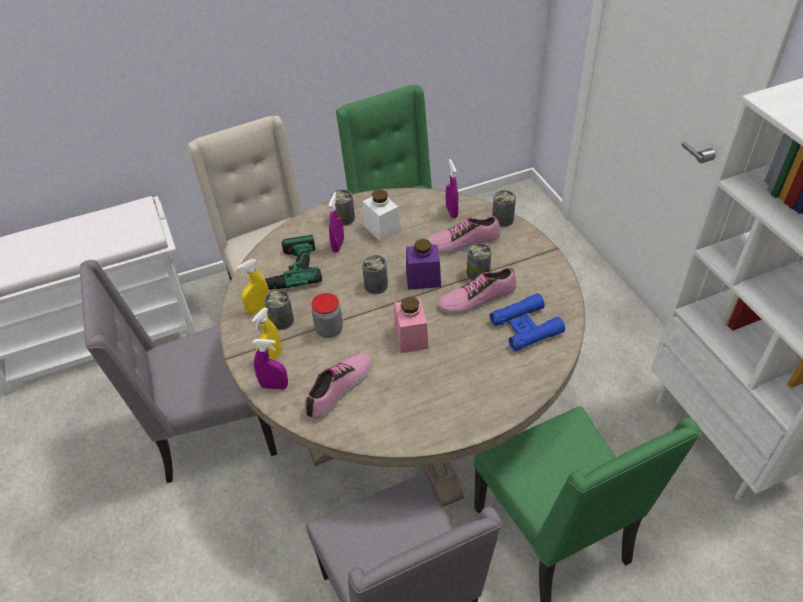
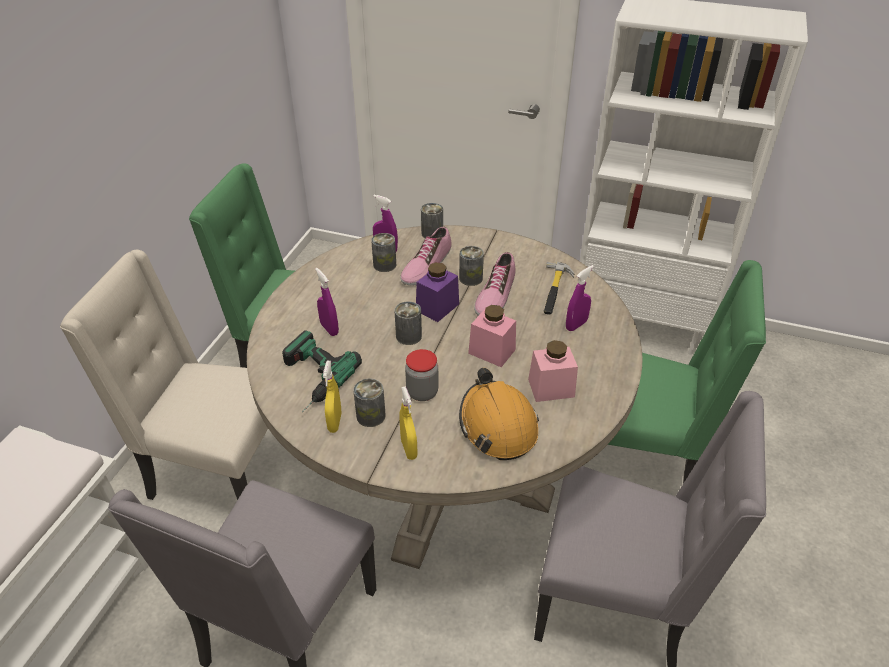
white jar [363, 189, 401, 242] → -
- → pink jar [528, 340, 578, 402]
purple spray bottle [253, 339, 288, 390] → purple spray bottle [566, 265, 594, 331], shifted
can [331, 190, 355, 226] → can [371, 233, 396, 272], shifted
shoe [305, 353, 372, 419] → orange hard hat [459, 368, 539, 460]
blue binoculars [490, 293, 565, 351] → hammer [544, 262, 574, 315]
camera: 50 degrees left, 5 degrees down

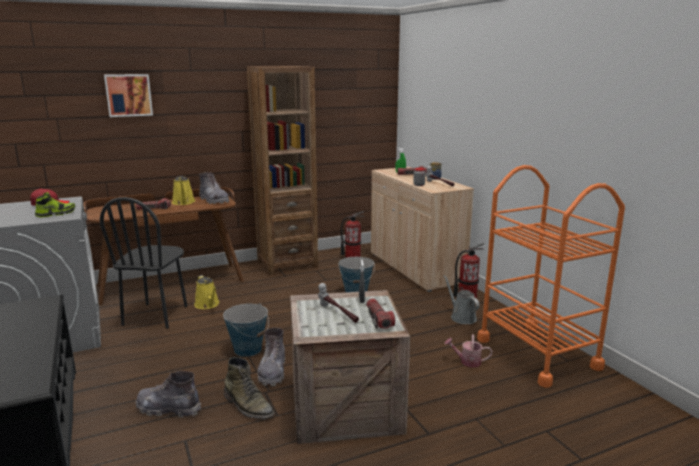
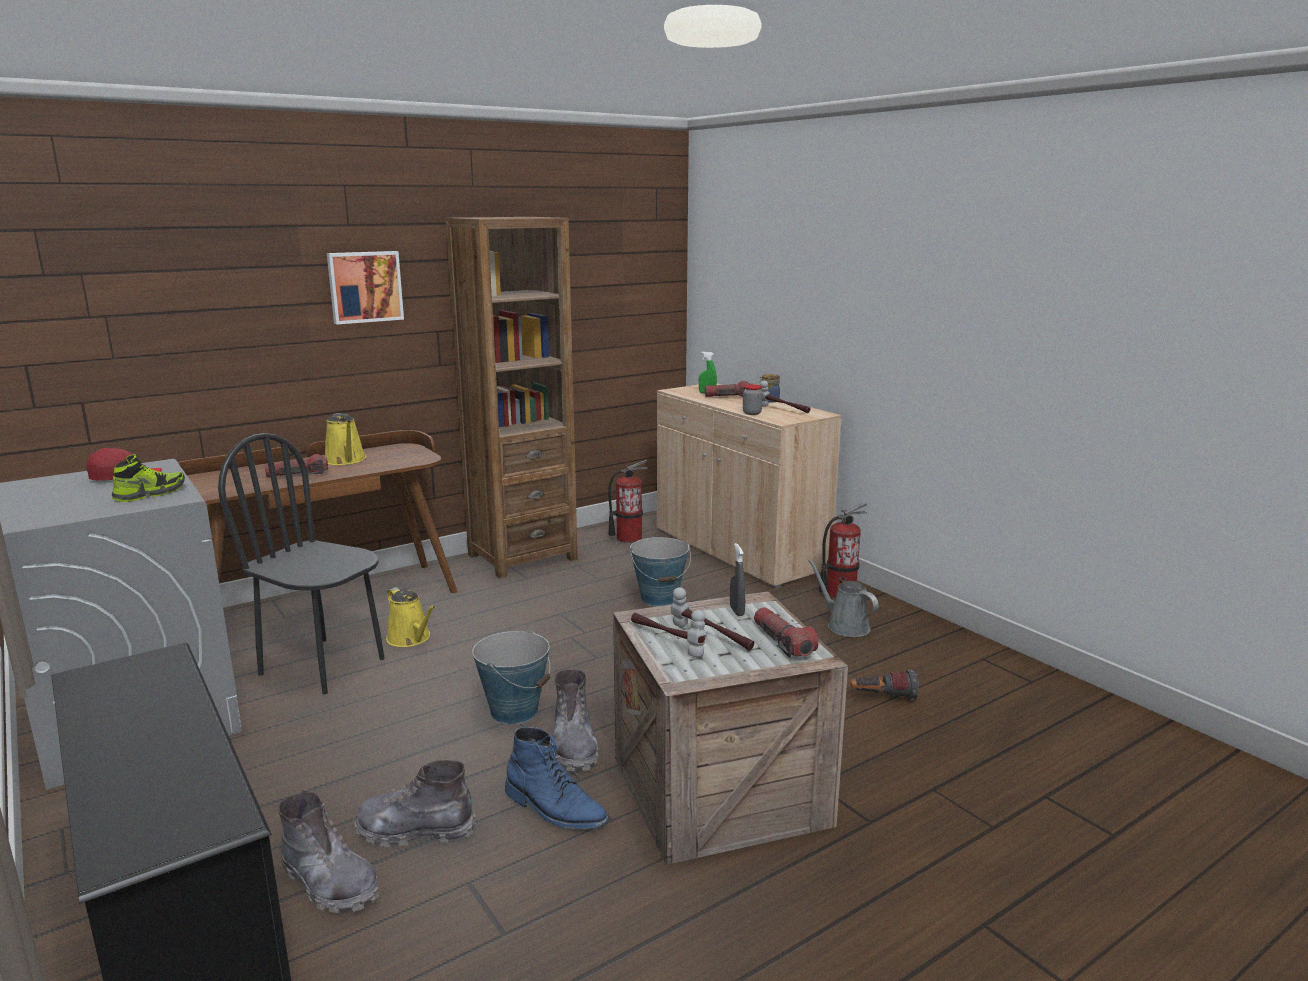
orange cart [477, 165, 625, 388] → -
- → hammer [631, 610, 707, 657]
picture [104, 74, 153, 117] → picture [327, 251, 404, 325], shifted
grey boot [199, 172, 229, 204] → grey boot [278, 791, 379, 913], shifted
watering can [444, 334, 492, 367] → flashlight [850, 669, 919, 700]
green boot [224, 357, 274, 419] → blue boot [505, 727, 608, 829]
black chair [100, 197, 187, 329] → black chair [218, 433, 385, 695], 120 degrees clockwise
camera: 10 degrees left, 0 degrees up

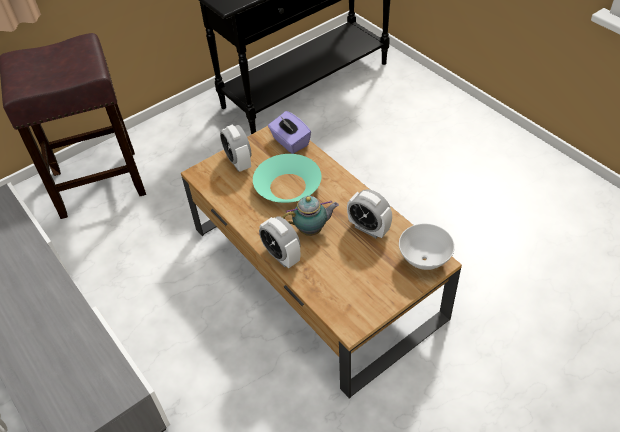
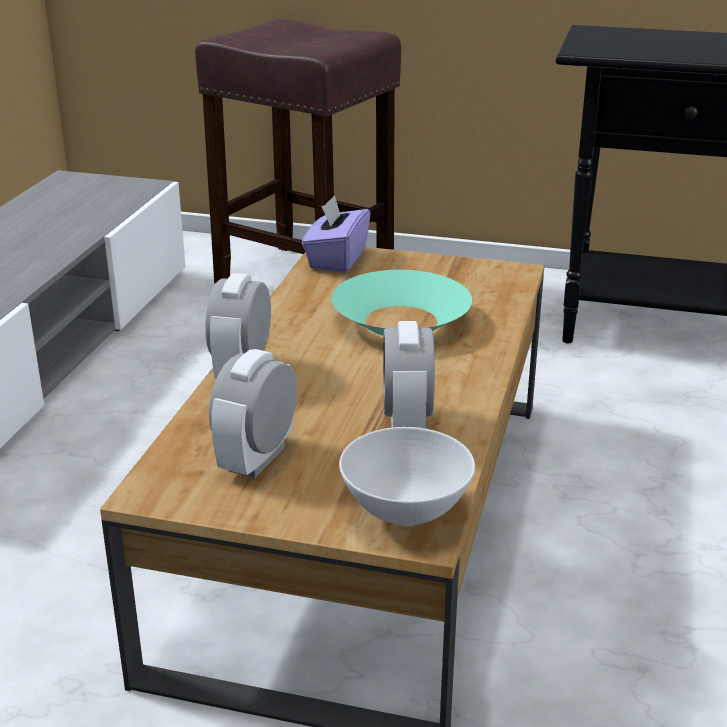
teapot [282, 196, 339, 236] → -
alarm clock [220, 125, 252, 172] → alarm clock [209, 349, 297, 478], shifted
purple tissue box [268, 111, 311, 154] → purple tissue box [302, 195, 371, 273], shifted
camera: 50 degrees right, 20 degrees down

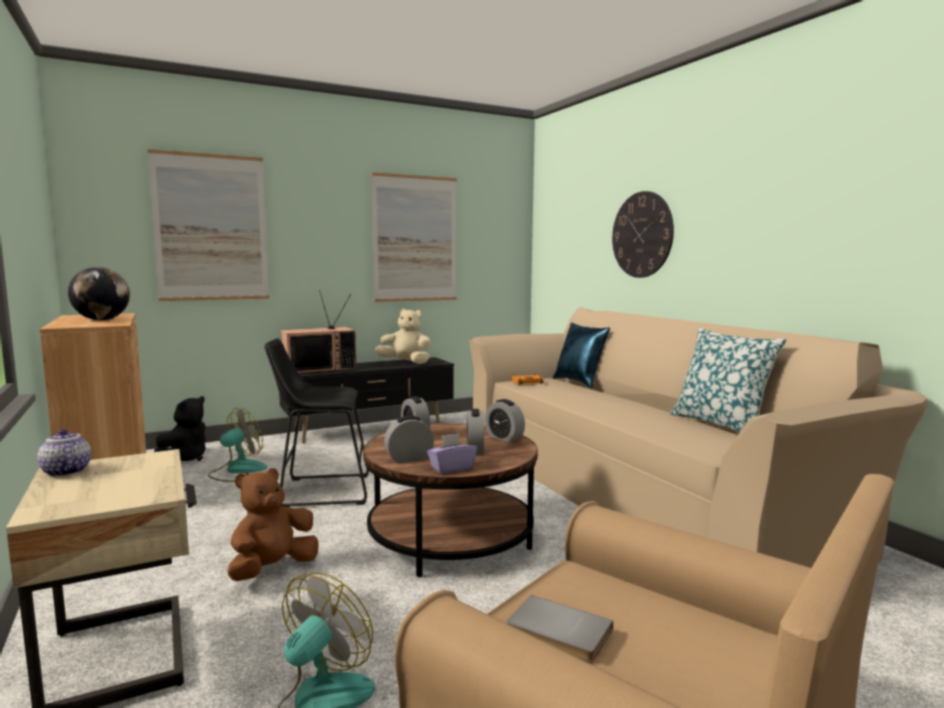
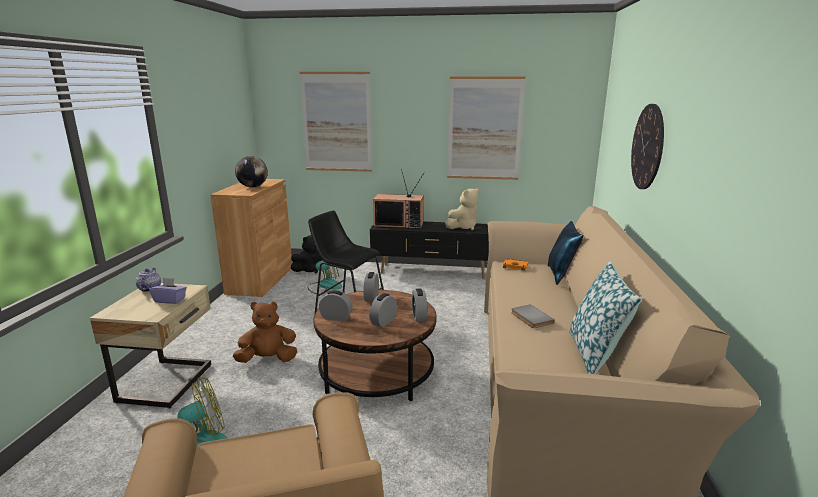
purple tissue box [427, 433, 477, 474] → purple tissue box [149, 278, 187, 304], shifted
grey book [507, 595, 613, 663] → grey book [511, 304, 555, 328], shifted
beige plush toy [375, 308, 431, 364] → beige plush toy [446, 188, 479, 230], 90 degrees clockwise
camera: 35 degrees right, 10 degrees up

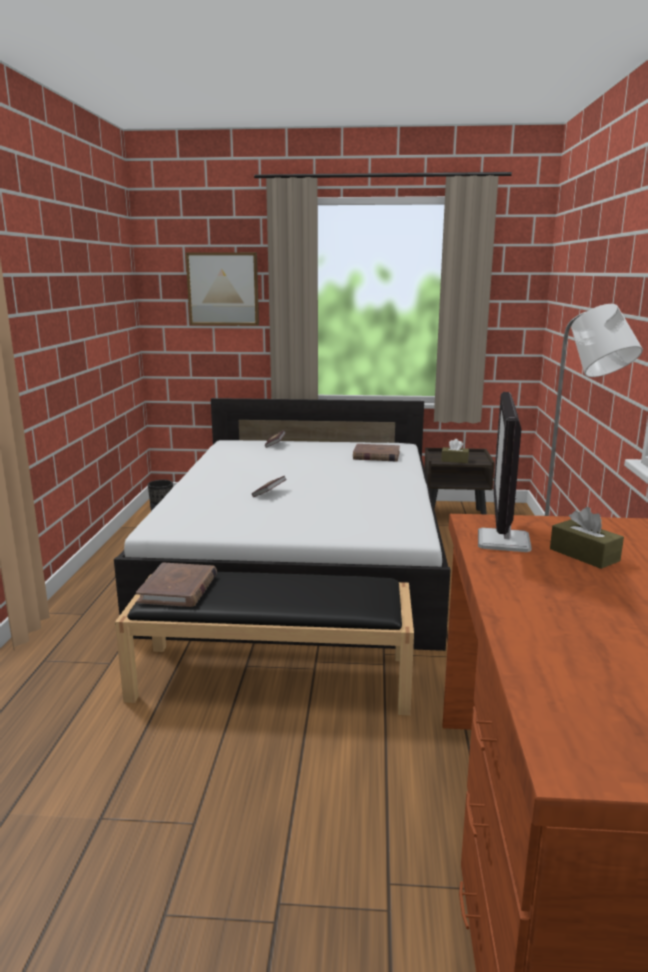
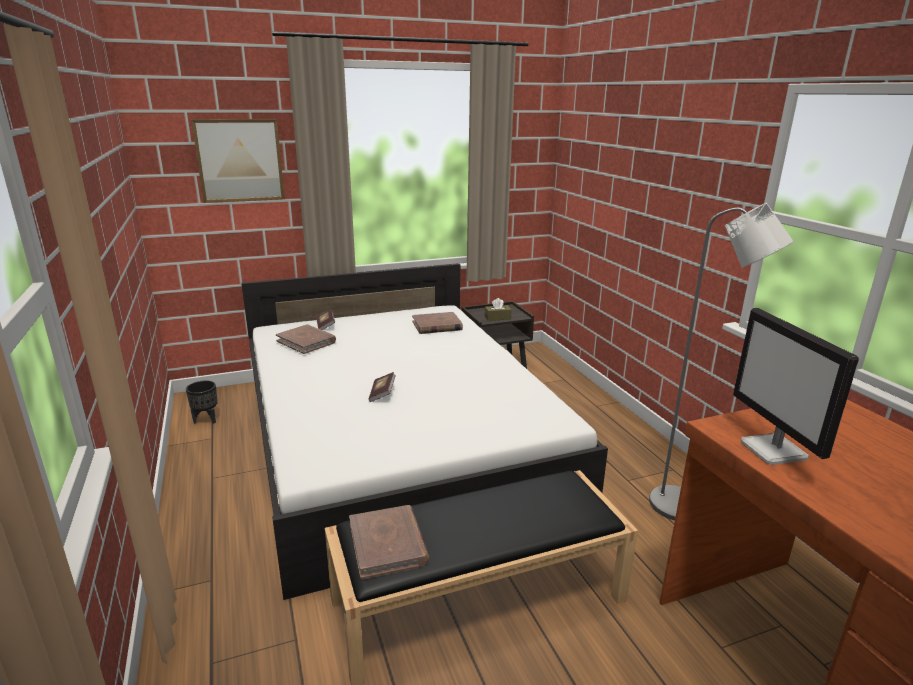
brown tissue box [550, 507, 624, 569] → -
- → brown book [276, 324, 336, 354]
camera: 25 degrees left, 5 degrees up

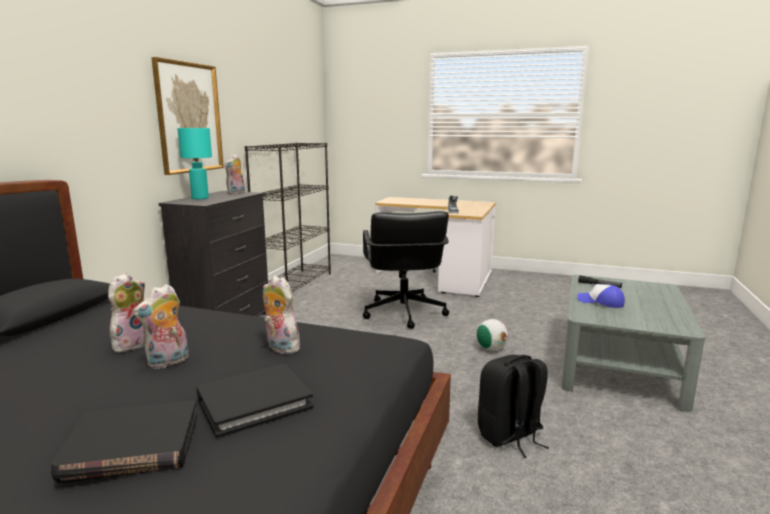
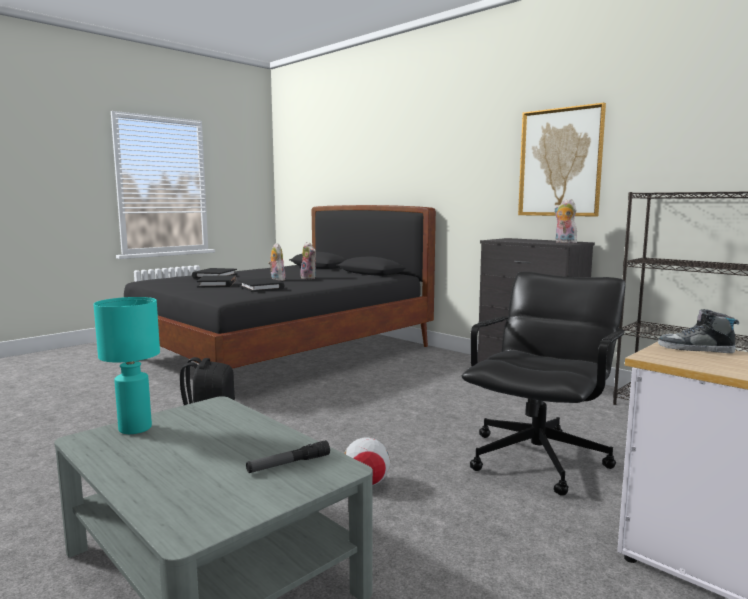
cap [577, 284, 625, 308] → -
turquoise table lamp [177, 128, 212, 199] → turquoise table lamp [94, 297, 160, 434], shifted
plush toy [263, 275, 300, 354] → black book [238, 278, 284, 292]
black office chair [363, 211, 449, 329] → black office chair [462, 272, 626, 496], 105 degrees clockwise
camera: 115 degrees right, 5 degrees down

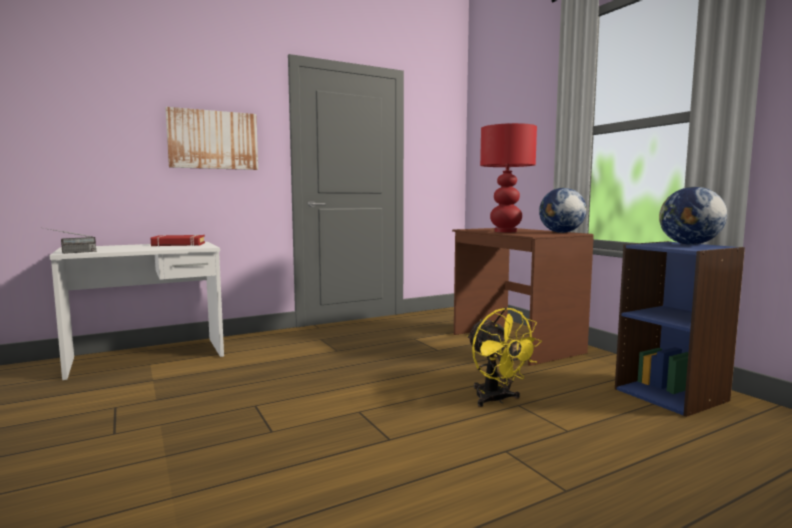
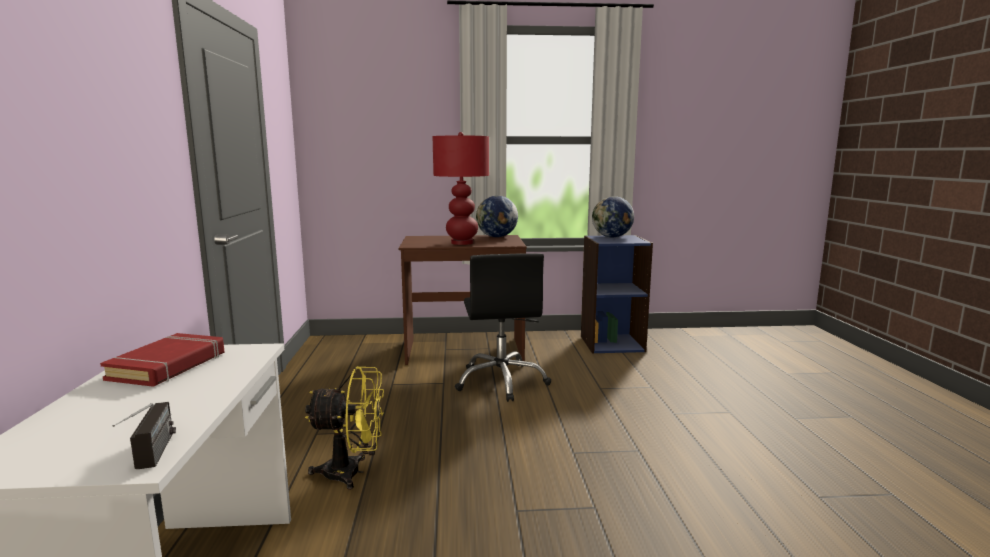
picture [165, 107, 258, 170] → -
- → black office chair [455, 253, 551, 402]
yellow fan [467, 307, 542, 407] → yellow fan [305, 366, 384, 490], shifted
camera: 65 degrees left, 5 degrees up

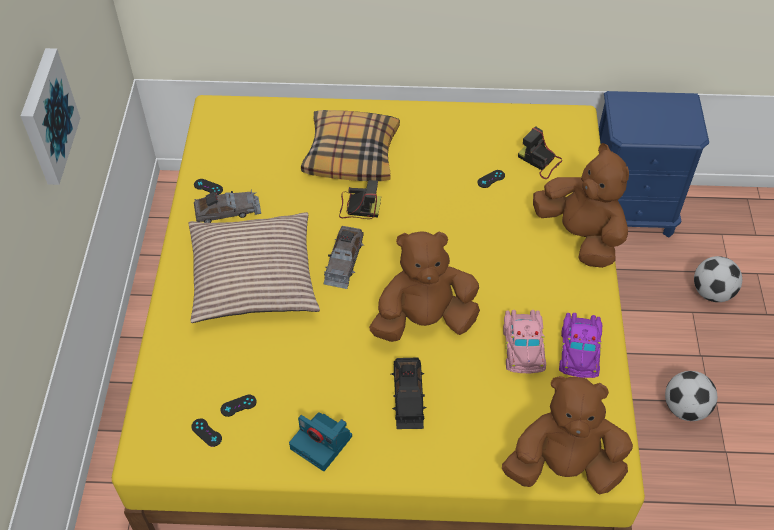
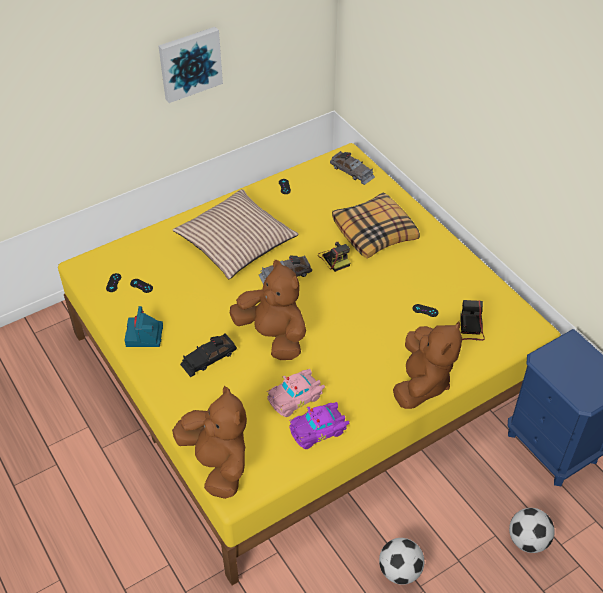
grey toy car [194, 189, 261, 223] → grey toy car [330, 151, 375, 185], shifted
camera: 55 degrees right, 5 degrees down

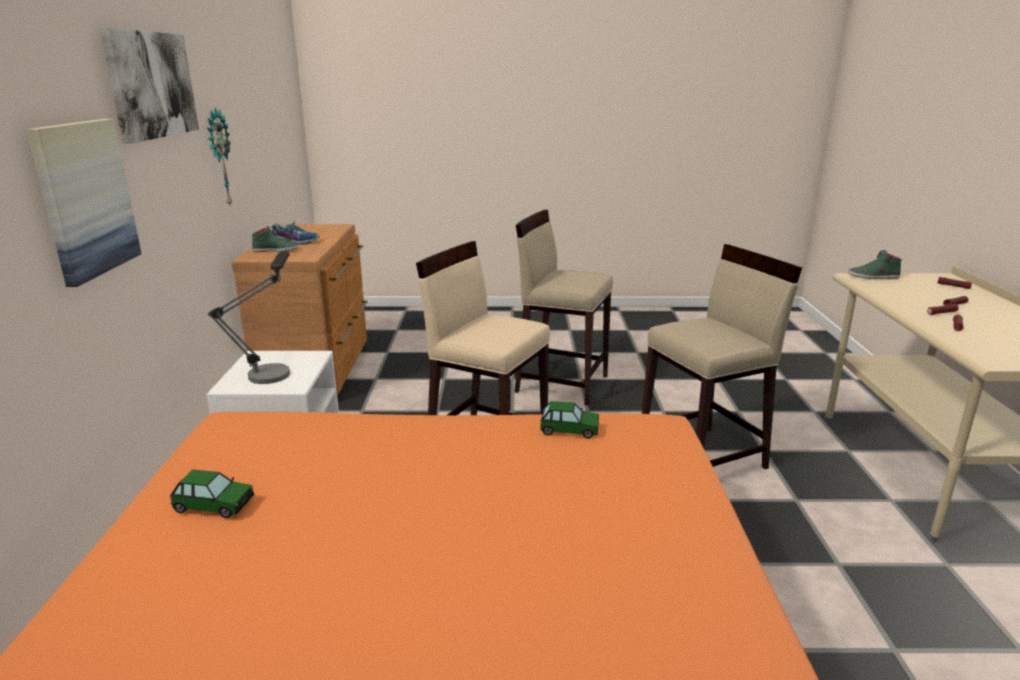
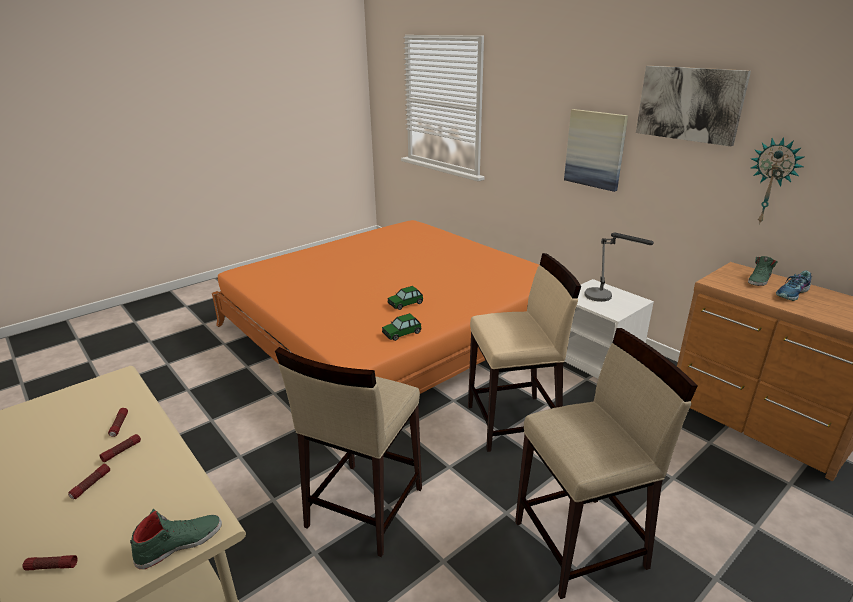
toy car [170, 470, 254, 518] → toy car [387, 286, 423, 310], shifted
camera: 140 degrees right, 5 degrees up

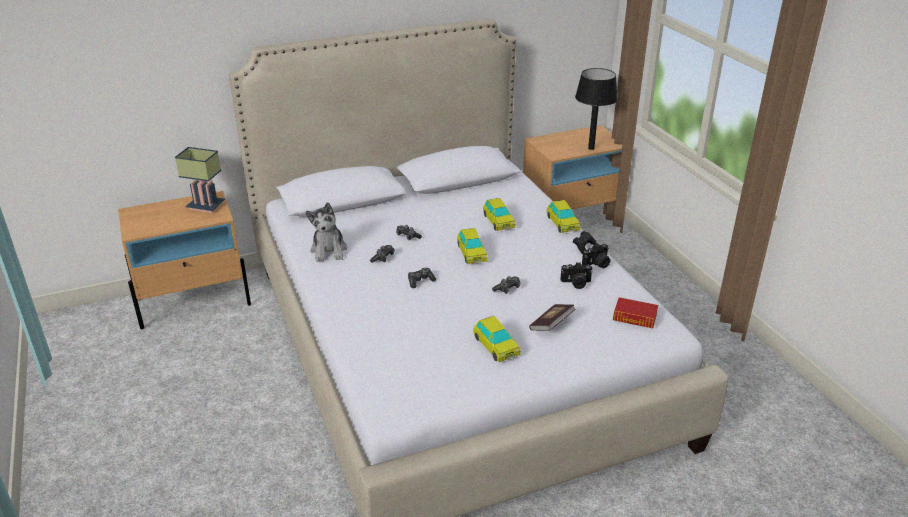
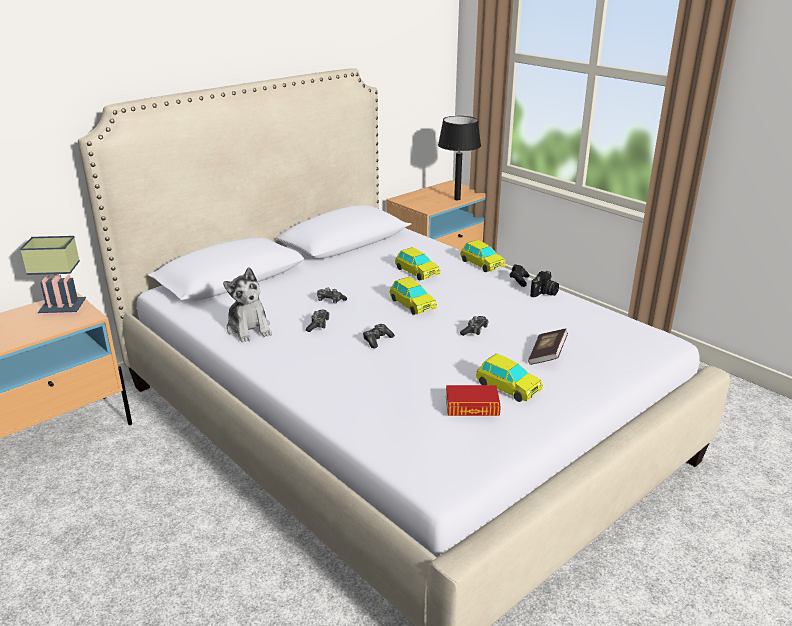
photo camera [560, 262, 593, 289] → -
book [613, 297, 658, 328] → book [446, 385, 501, 416], shifted
camera: 20 degrees left, 5 degrees down

